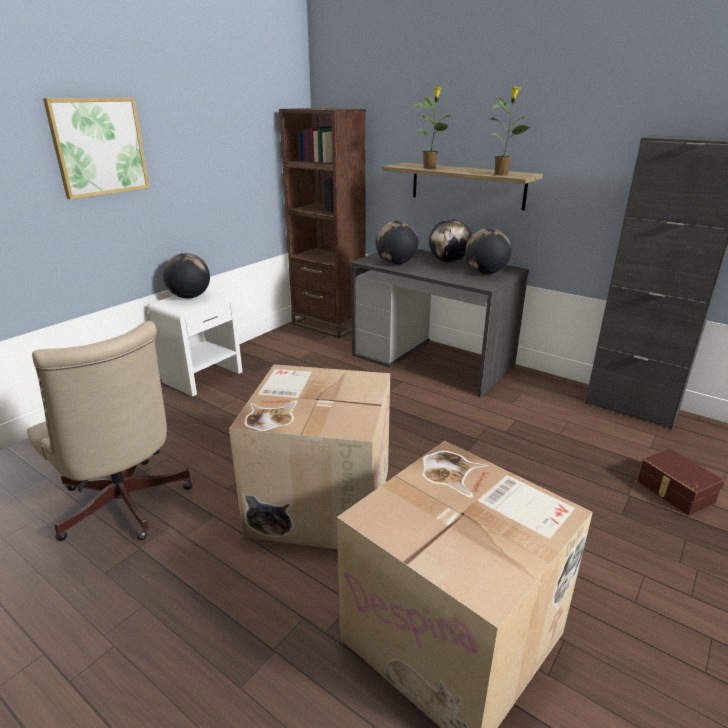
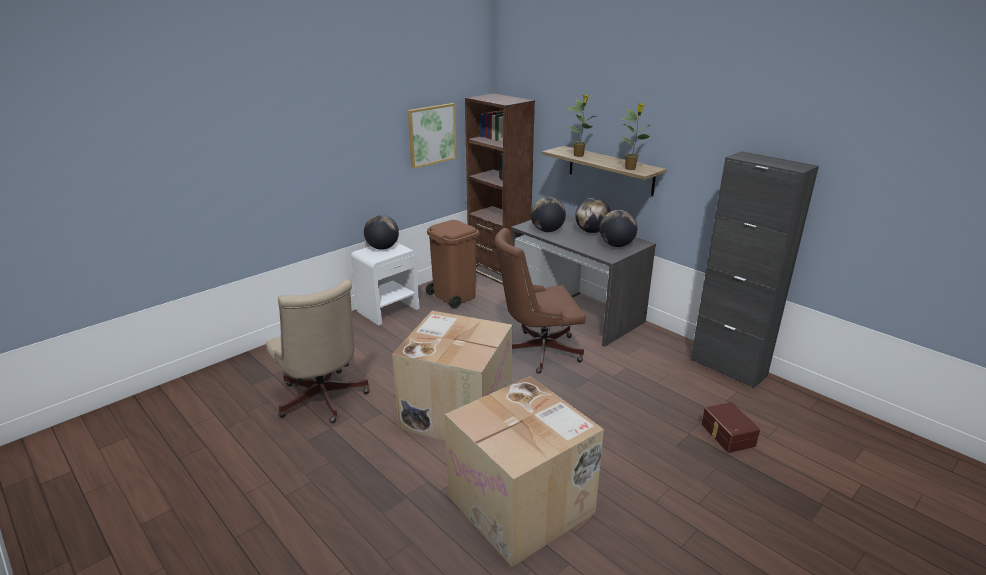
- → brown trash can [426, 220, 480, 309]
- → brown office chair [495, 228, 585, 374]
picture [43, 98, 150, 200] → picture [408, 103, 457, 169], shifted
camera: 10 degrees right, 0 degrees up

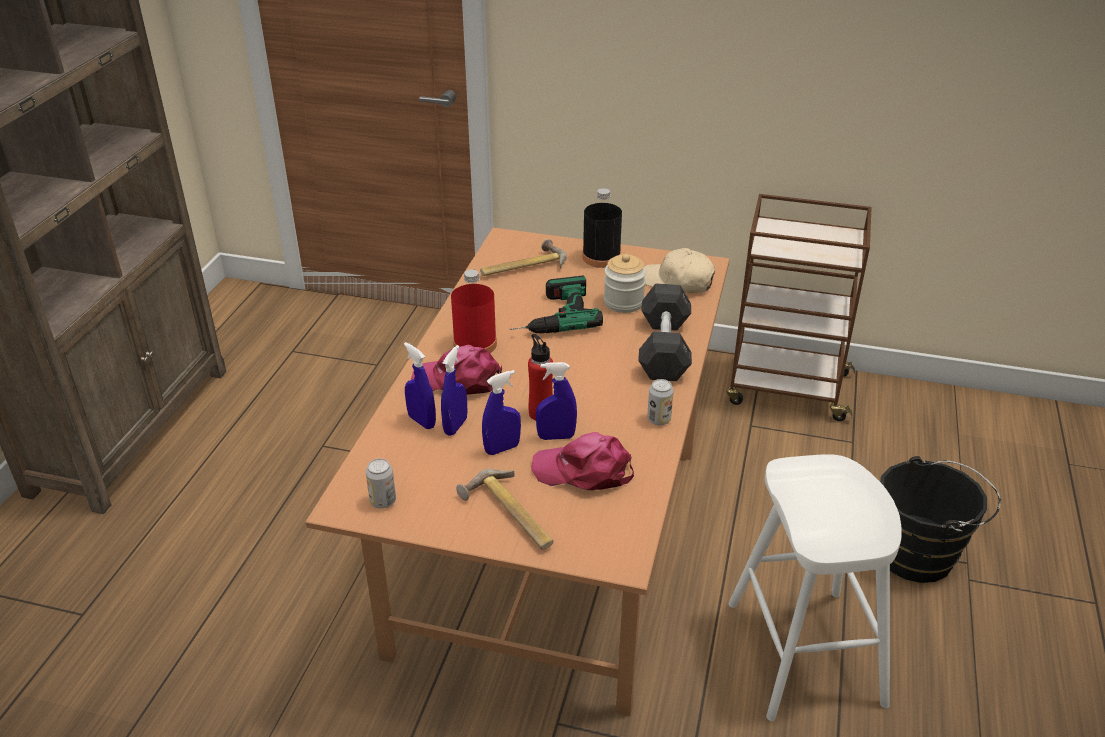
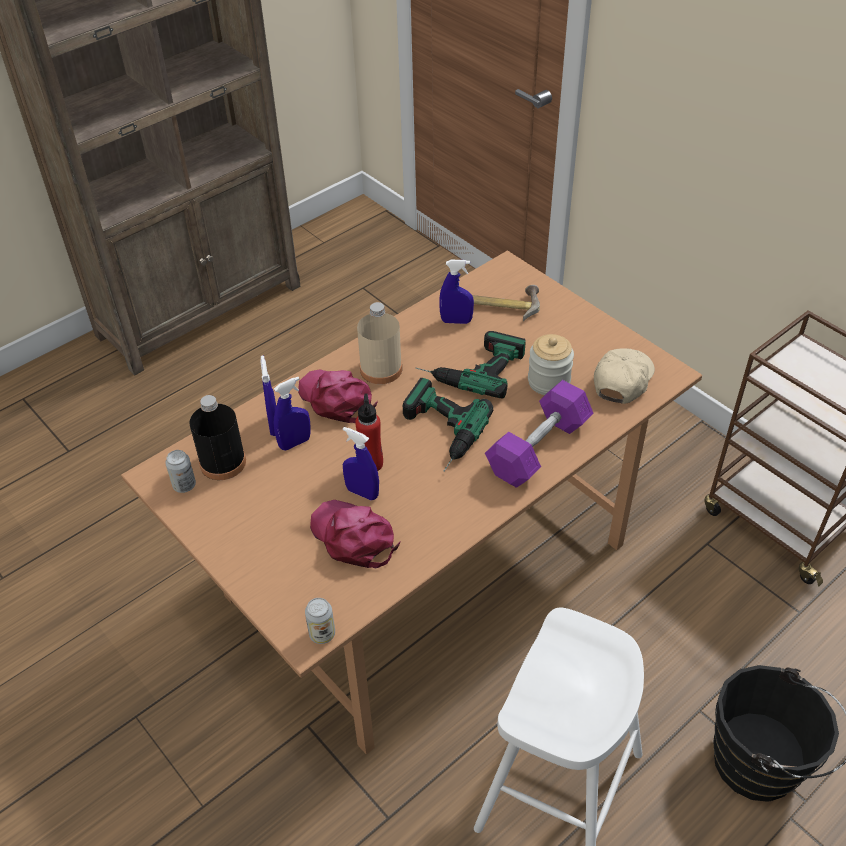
hammer [456, 469, 554, 550] → -
- → power drill [403, 378, 493, 472]
blue spray bottle [482, 370, 521, 455] → blue spray bottle [439, 260, 474, 324], shifted
black bottle [582, 188, 622, 268] → black bottle [189, 395, 246, 480], shifted
can [647, 379, 674, 425] → can [305, 598, 335, 644], shifted
red bottle [451, 269, 497, 353] → beige bottle [357, 302, 402, 384]
grey dumbbell [638, 283, 692, 381] → purple dumbbell [485, 380, 594, 488]
beige cap [644, 248, 715, 293] → beige cap [594, 348, 655, 404], 60 degrees clockwise
camera: 35 degrees right, 10 degrees up

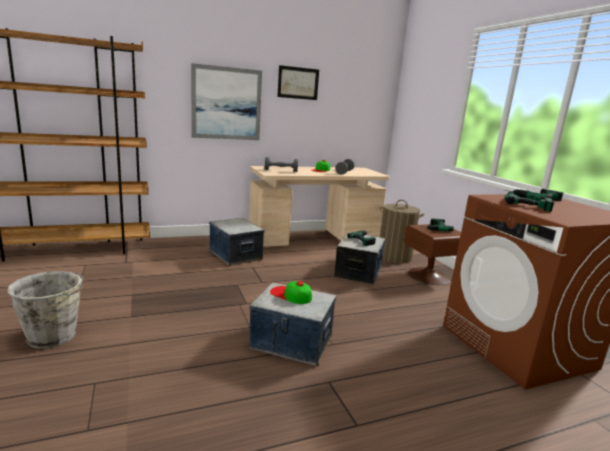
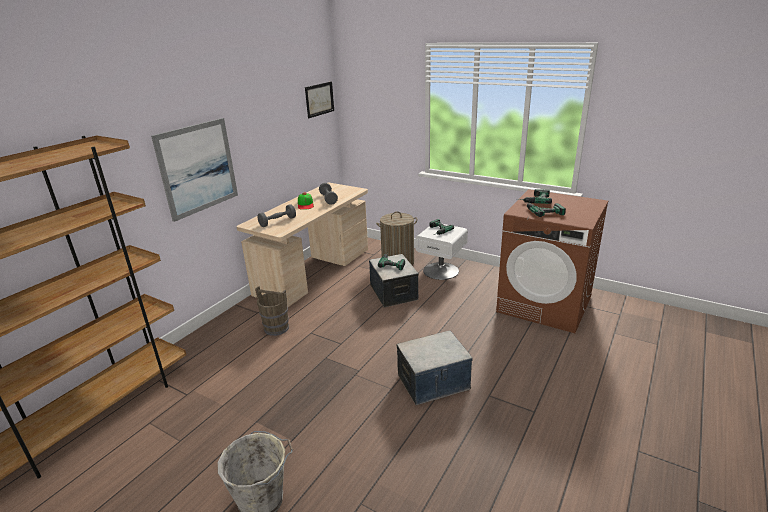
cap [270, 281, 312, 304] → -
picture [277, 65, 319, 100] → picture [305, 81, 334, 118], shifted
storage box [209, 218, 264, 266] → brown bucket [255, 286, 289, 336]
brown nightstand [404, 224, 461, 285] → white nightstand [416, 224, 468, 280]
camera: 35 degrees left, 10 degrees up

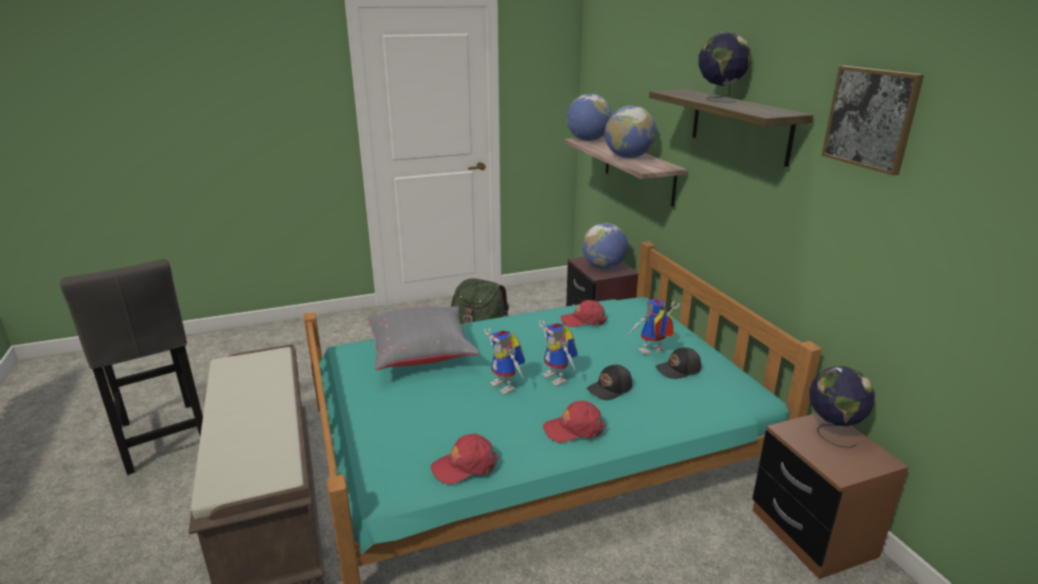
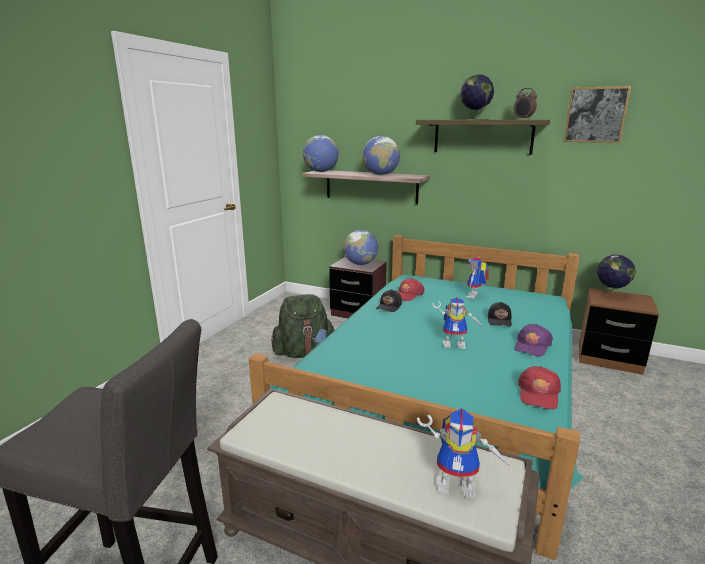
grey pillow [368, 306, 480, 370] → -
- → alarm clock [513, 88, 537, 119]
toy robot [539, 320, 578, 387] → toy robot [417, 408, 511, 499], shifted
black cap [655, 347, 701, 379] → black cap [376, 289, 402, 312], shifted
red cap [543, 401, 606, 443] → purple cap [515, 324, 553, 357]
camera: 45 degrees left, 5 degrees down

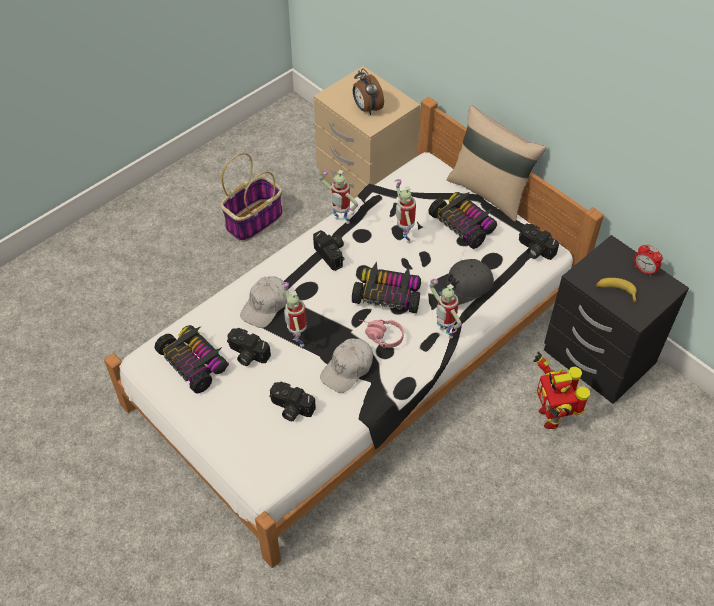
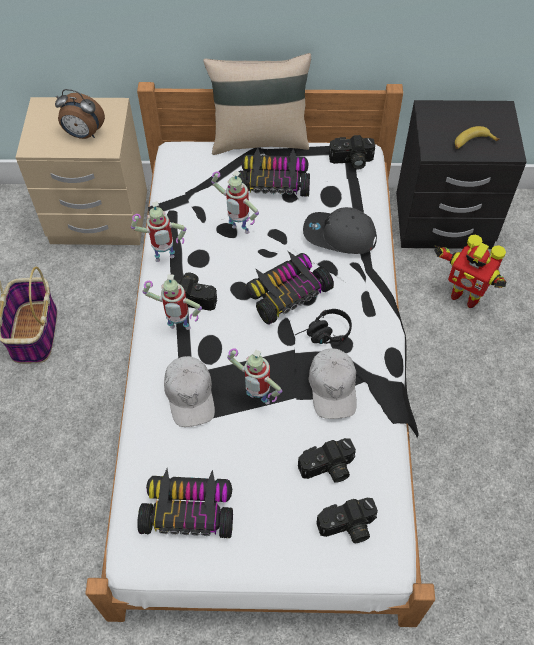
alarm clock [634, 244, 663, 276] → -
photo camera [227, 328, 271, 366] → photo camera [316, 498, 378, 543], shifted
toy robot [430, 279, 462, 339] → toy robot [143, 274, 202, 330], shifted
pink headphones [360, 320, 404, 348] → black headphones [295, 309, 352, 344]
grey cap [434, 259, 494, 305] → grey cap [303, 207, 377, 254], 90 degrees clockwise
camera: 45 degrees left, 5 degrees up

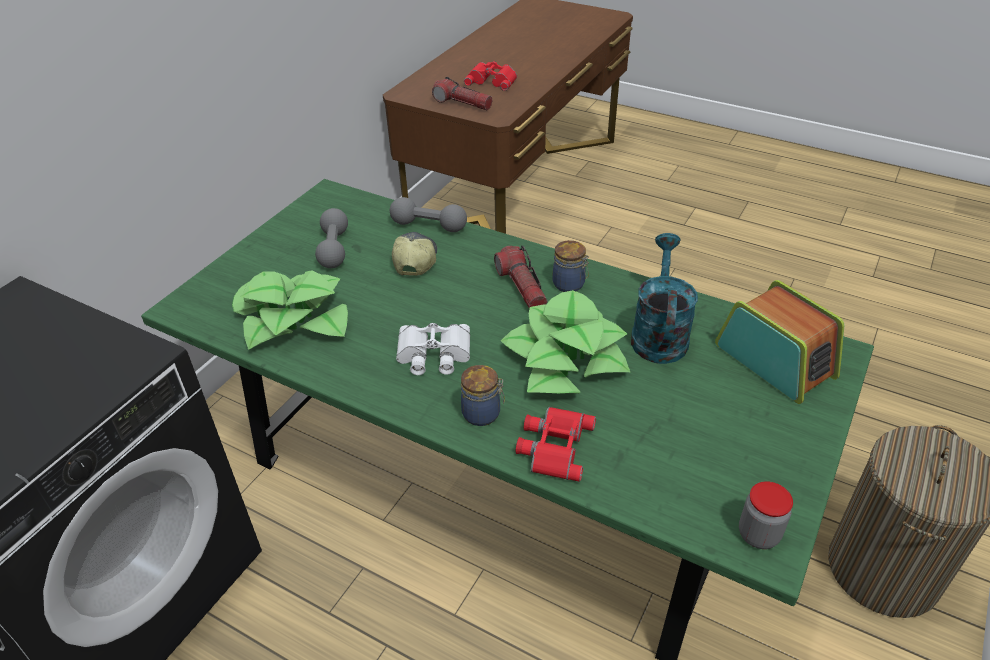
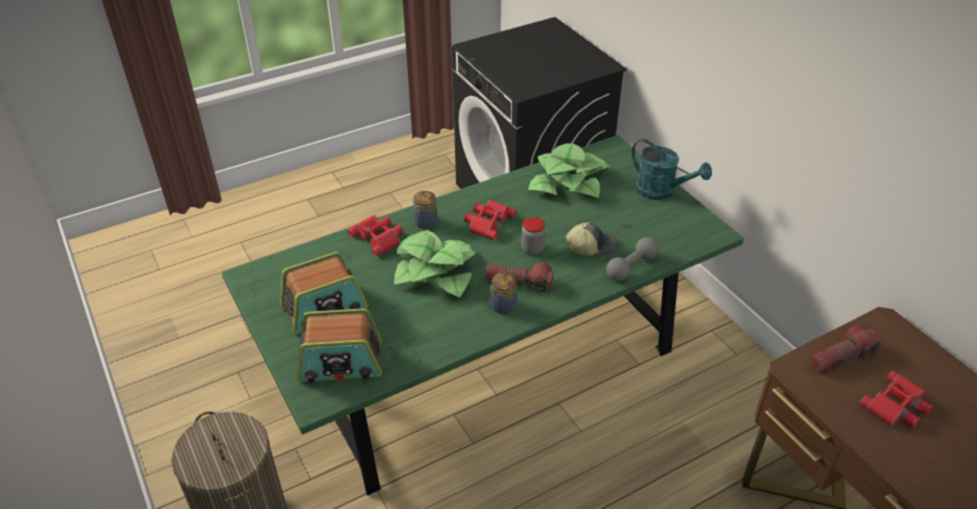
grey dumbbell [315, 208, 348, 268] → -
- → radio [280, 252, 368, 334]
turquoise watering can [631, 233, 698, 364] → turquoise watering can [632, 139, 712, 200], shifted
jar [739, 481, 793, 549] → jar [521, 217, 546, 255], shifted
white binoculars [396, 323, 470, 375] → red binoculars [464, 200, 517, 240]
cap [392, 232, 437, 276] → cap [566, 222, 618, 256], 45 degrees counterclockwise
camera: 120 degrees right, 0 degrees up

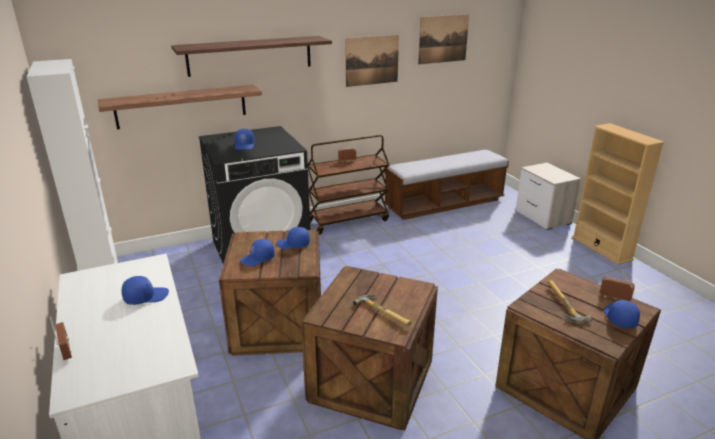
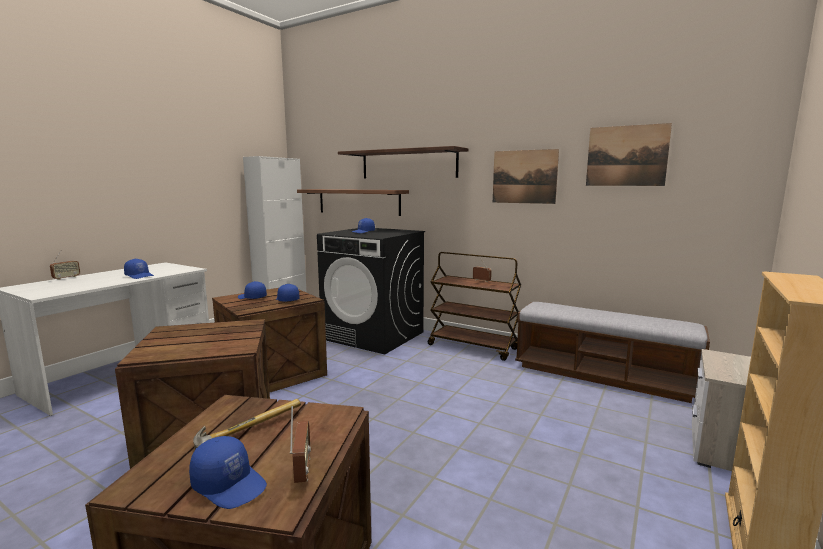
hammer [353, 294, 411, 326] → -
blue cap [604, 300, 640, 328] → blue cap [189, 436, 267, 509], 60 degrees clockwise
camera: 55 degrees right, 15 degrees down

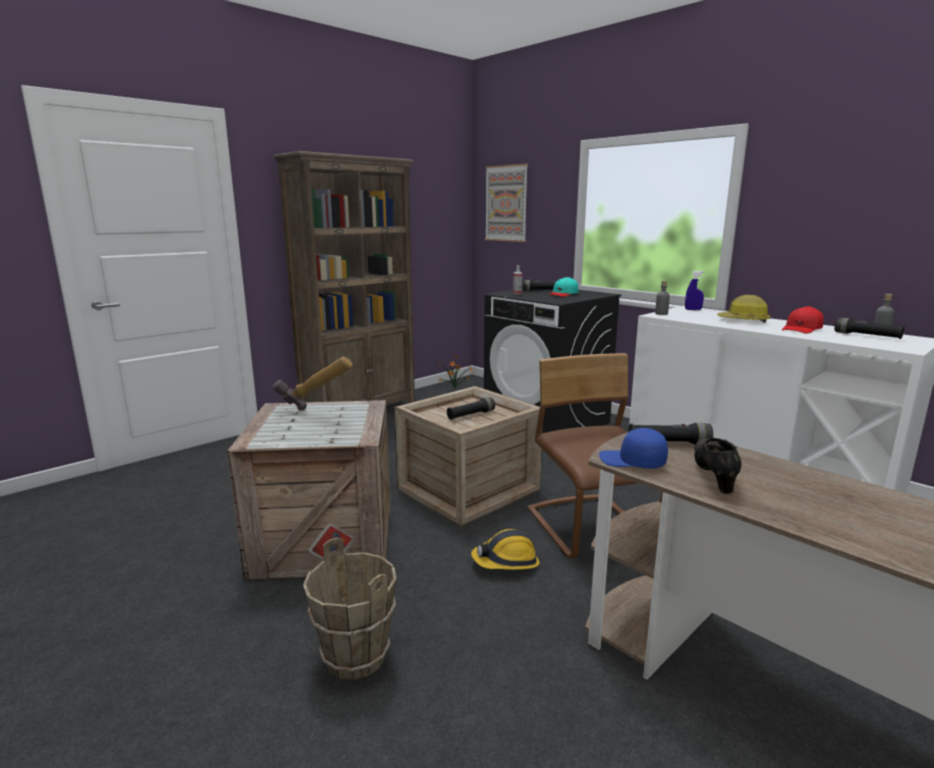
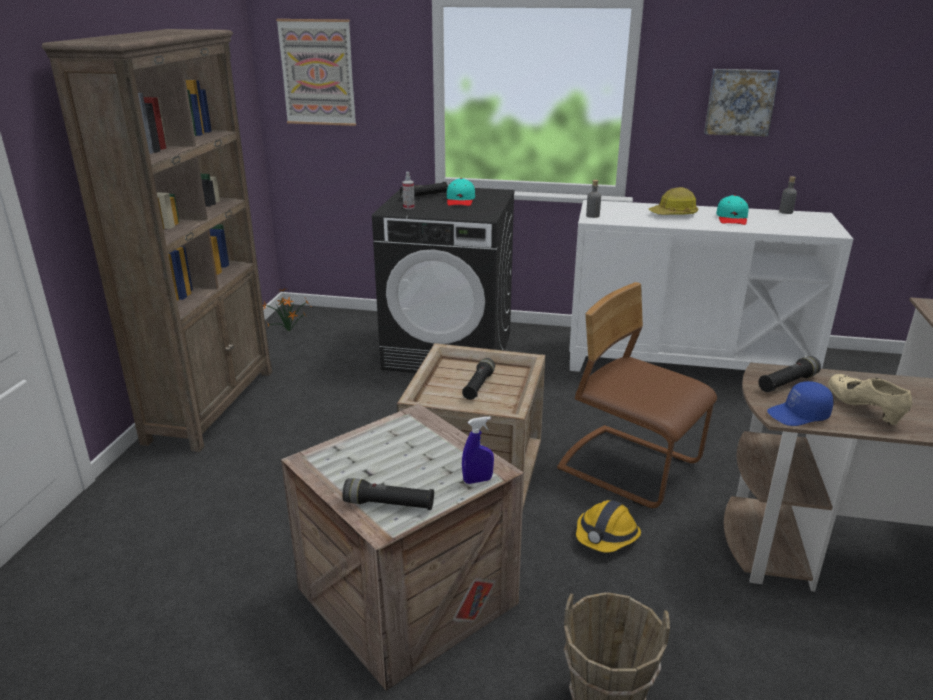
hammer [272, 357, 352, 410] → -
- → picture [704, 69, 780, 137]
blue spray bottle [685, 271, 704, 310] → blue spray bottle [462, 417, 494, 484], shifted
black flashlight [835, 318, 905, 339] → black flashlight [343, 478, 434, 510], shifted
black shoe [694, 437, 742, 494] → beige shoe [828, 374, 912, 425]
red cap [782, 306, 824, 334] → turquoise cap [716, 195, 749, 225]
camera: 35 degrees left, 10 degrees up

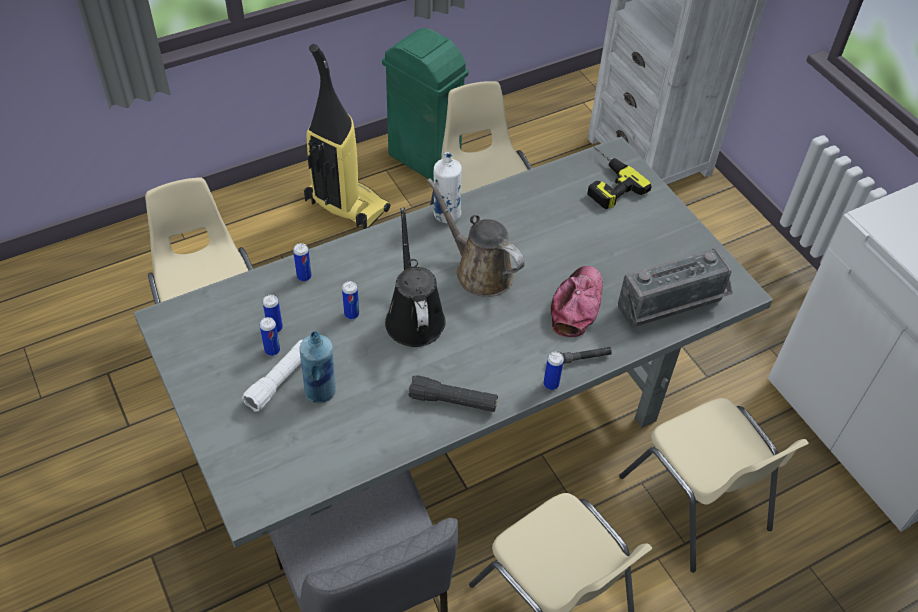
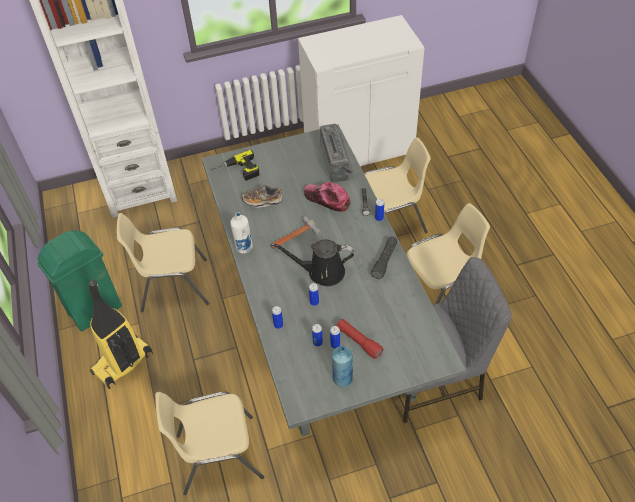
- → shoe [242, 185, 282, 208]
blue bottle [300, 331, 336, 403] → blue bottle [332, 345, 353, 387], shifted
brown watering can [427, 178, 525, 297] → hammer [270, 216, 321, 249]
white flashlight [242, 340, 303, 412] → red flashlight [337, 319, 384, 359]
camera: 75 degrees left, 0 degrees up

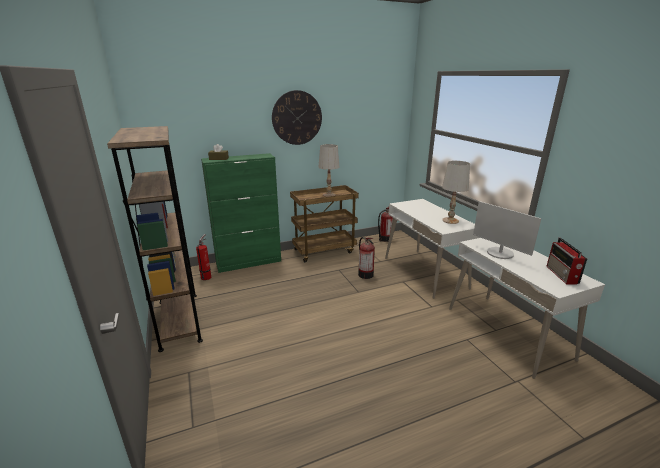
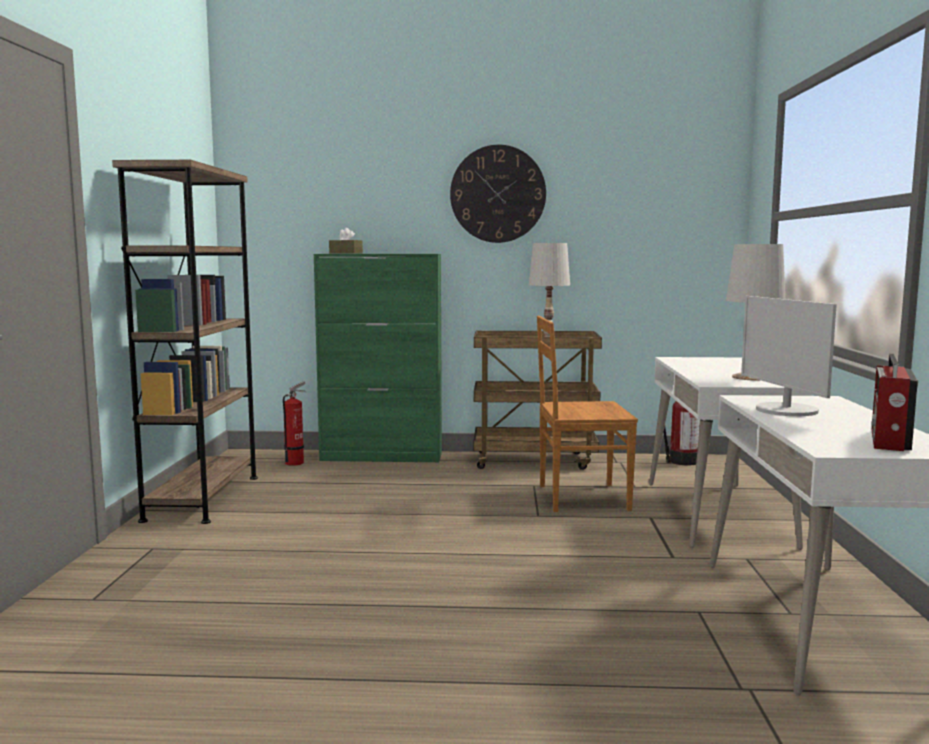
fire extinguisher [358, 237, 375, 279] → brown chair [537, 316, 638, 512]
camera: 25 degrees right, 15 degrees down

